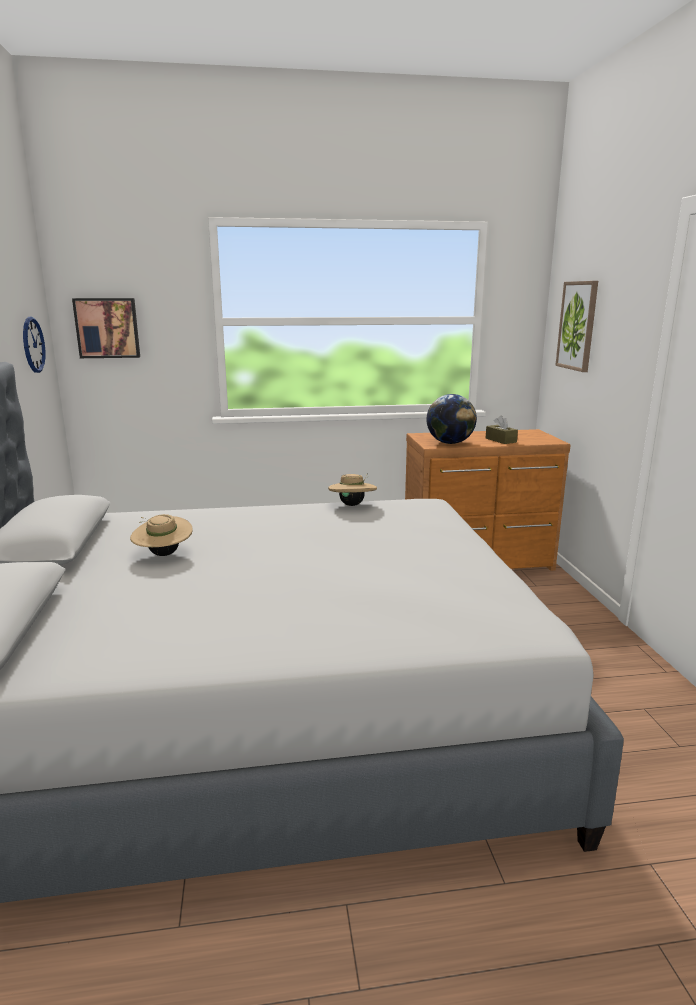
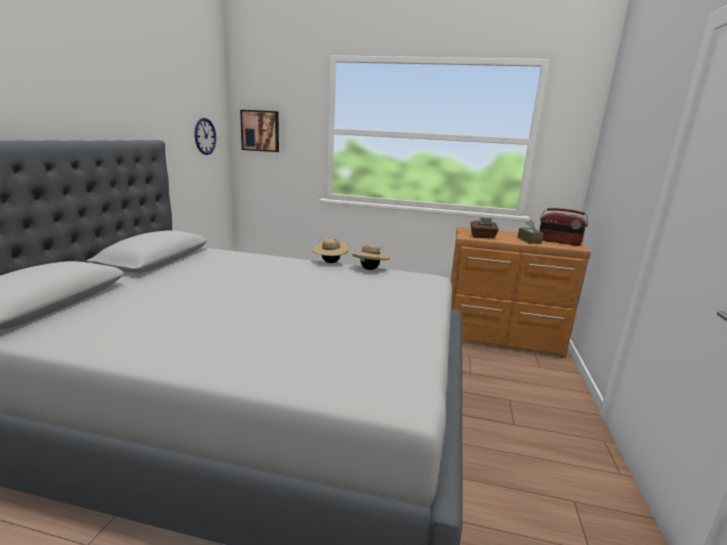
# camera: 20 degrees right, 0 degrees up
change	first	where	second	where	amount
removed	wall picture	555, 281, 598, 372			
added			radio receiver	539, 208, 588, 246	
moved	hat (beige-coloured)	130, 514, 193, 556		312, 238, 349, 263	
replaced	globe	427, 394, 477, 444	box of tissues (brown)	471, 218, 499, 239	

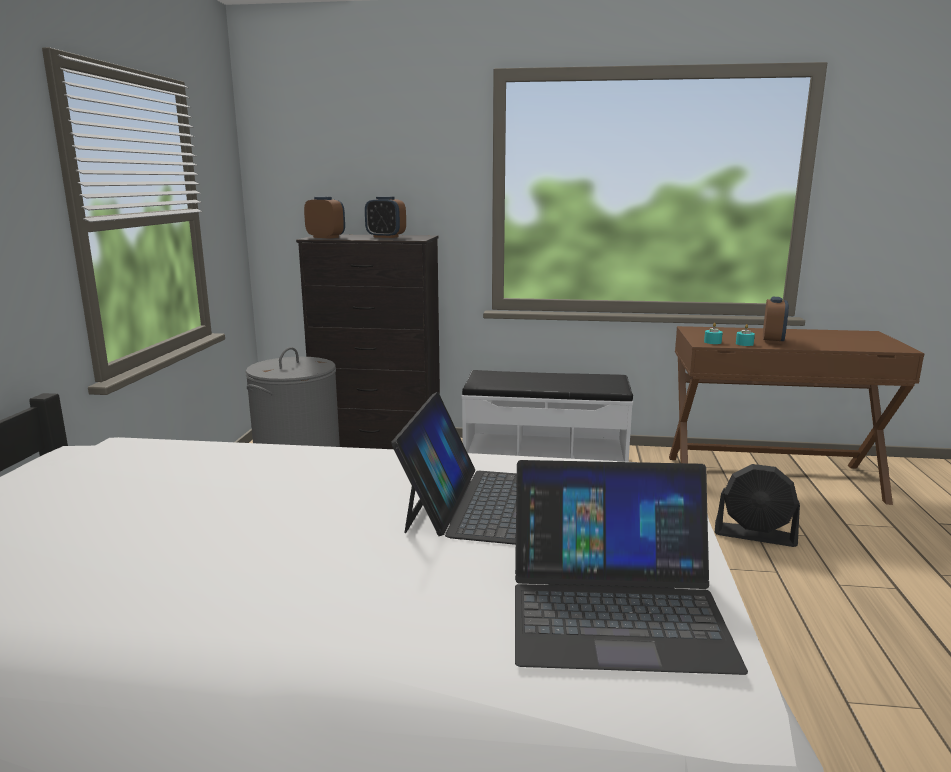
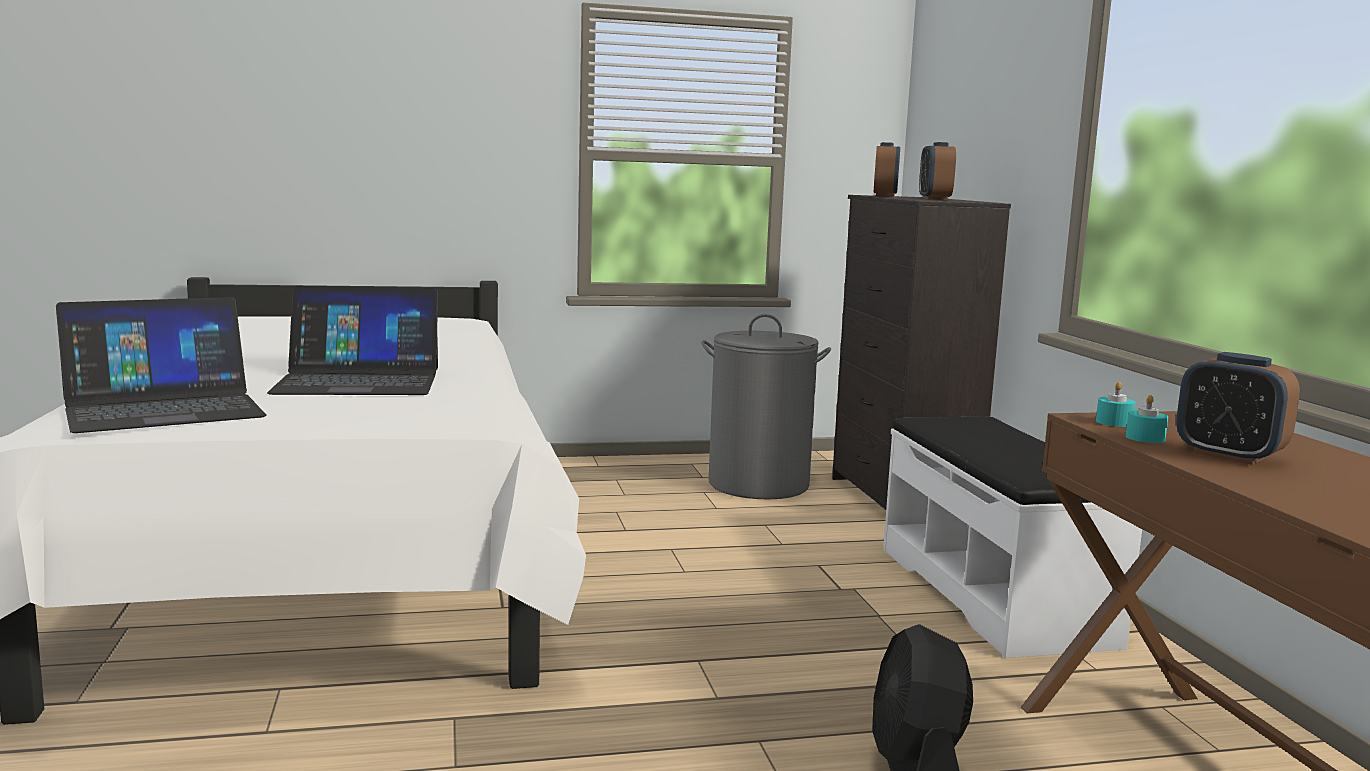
# camera: 70 degrees right, 5 degrees down
change	first	where	second	where	amount
turned	portable computer	515, 460, 748, 675		56, 297, 267, 433	105 degrees counterclockwise
turned	table clock	763, 297, 789, 344		1176, 352, 1300, 465	45 degrees clockwise

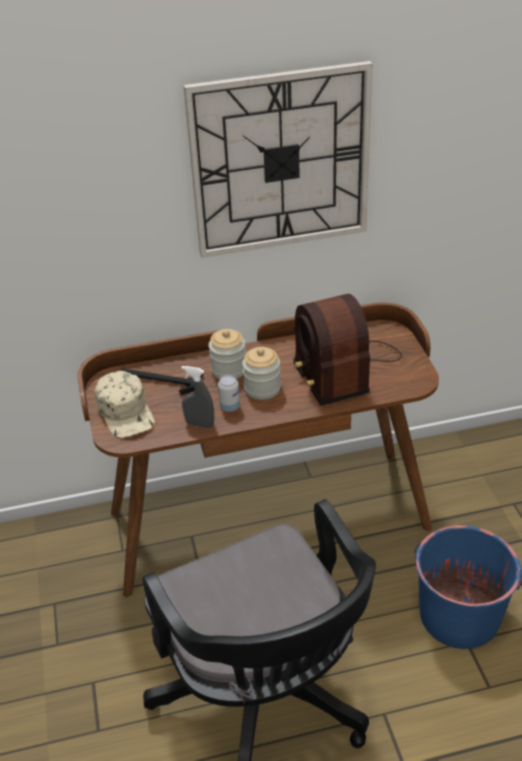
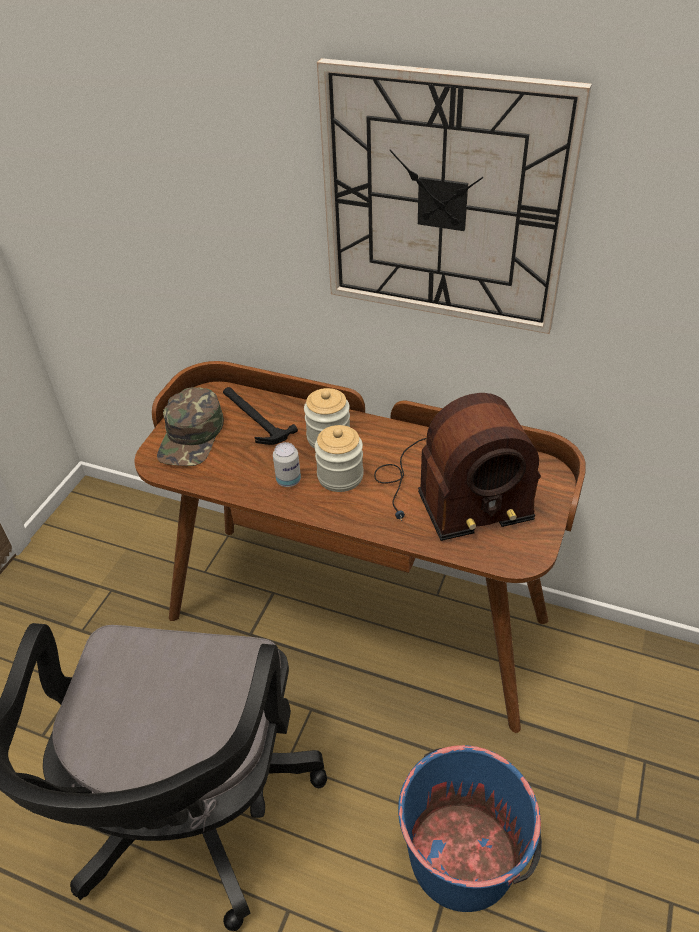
# camera: 35 degrees right, 5 degrees up
change	first	where	second	where	amount
removed	hand sprayer (gray)	181, 366, 214, 428			
recoloured	cap (beige-coloured)	94, 371, 155, 438	cap (greenish)	157, 387, 224, 466	
turned	radio receiver	293, 294, 402, 406		374, 393, 541, 541	120 degrees counterclockwise

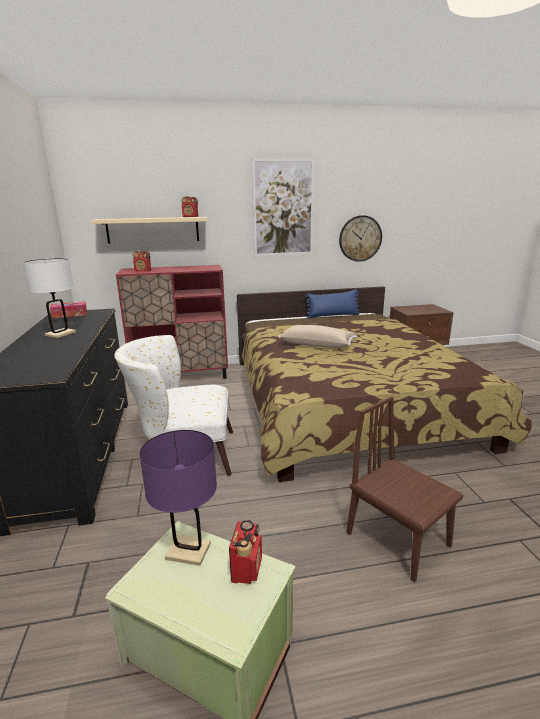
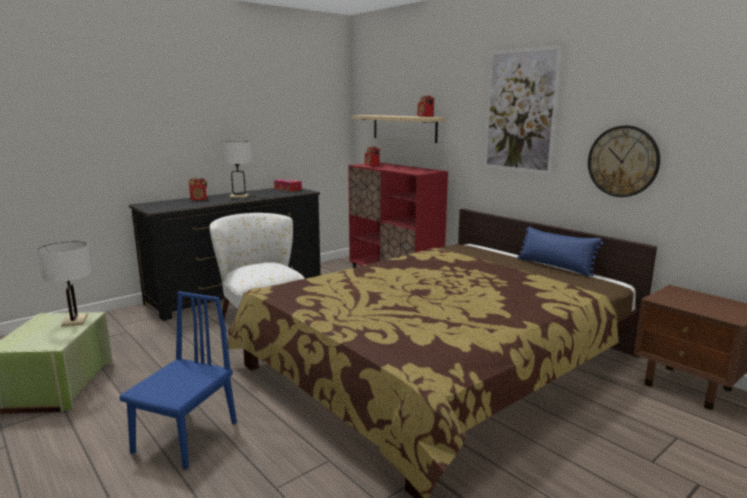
# camera: 60 degrees right, 5 degrees down
change	first	where	second	where	amount
removed	pillow (beige-coloured)	278, 325, 357, 348			
moved	radio receiver	229, 520, 262, 584		188, 178, 207, 201	
recoloured	tabletop lamp (purplish)	140, 430, 217, 566	tabletop lamp (whitish)	37, 241, 92, 327	
recoloured	upright chair (brown)	346, 396, 463, 582	upright chair (blue-coloured)	119, 291, 237, 470	

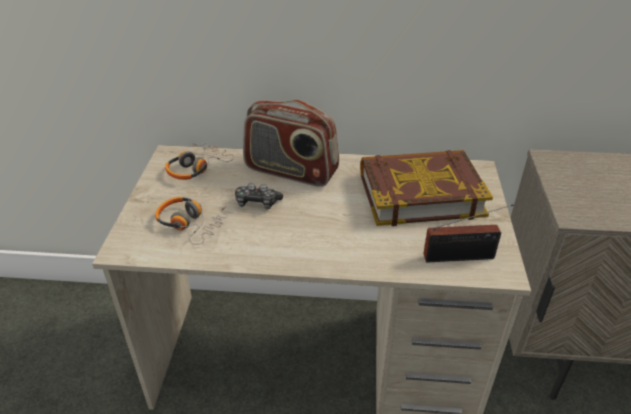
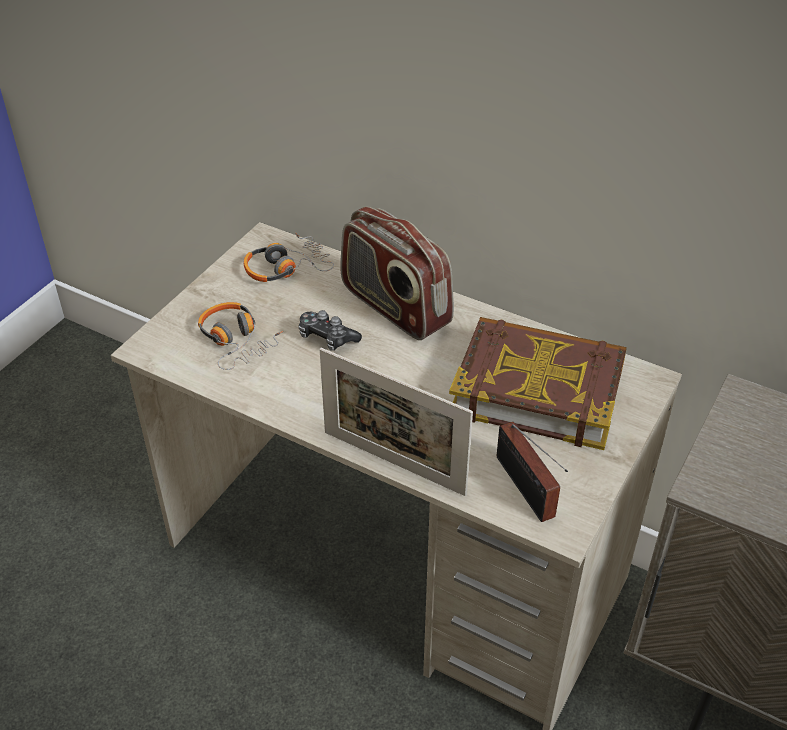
# camera: 25 degrees right, 5 degrees up
change	first	where	second	where	amount
added			photo frame	319, 348, 473, 496	
turned	radio receiver	423, 204, 514, 262		497, 422, 568, 522	45 degrees clockwise

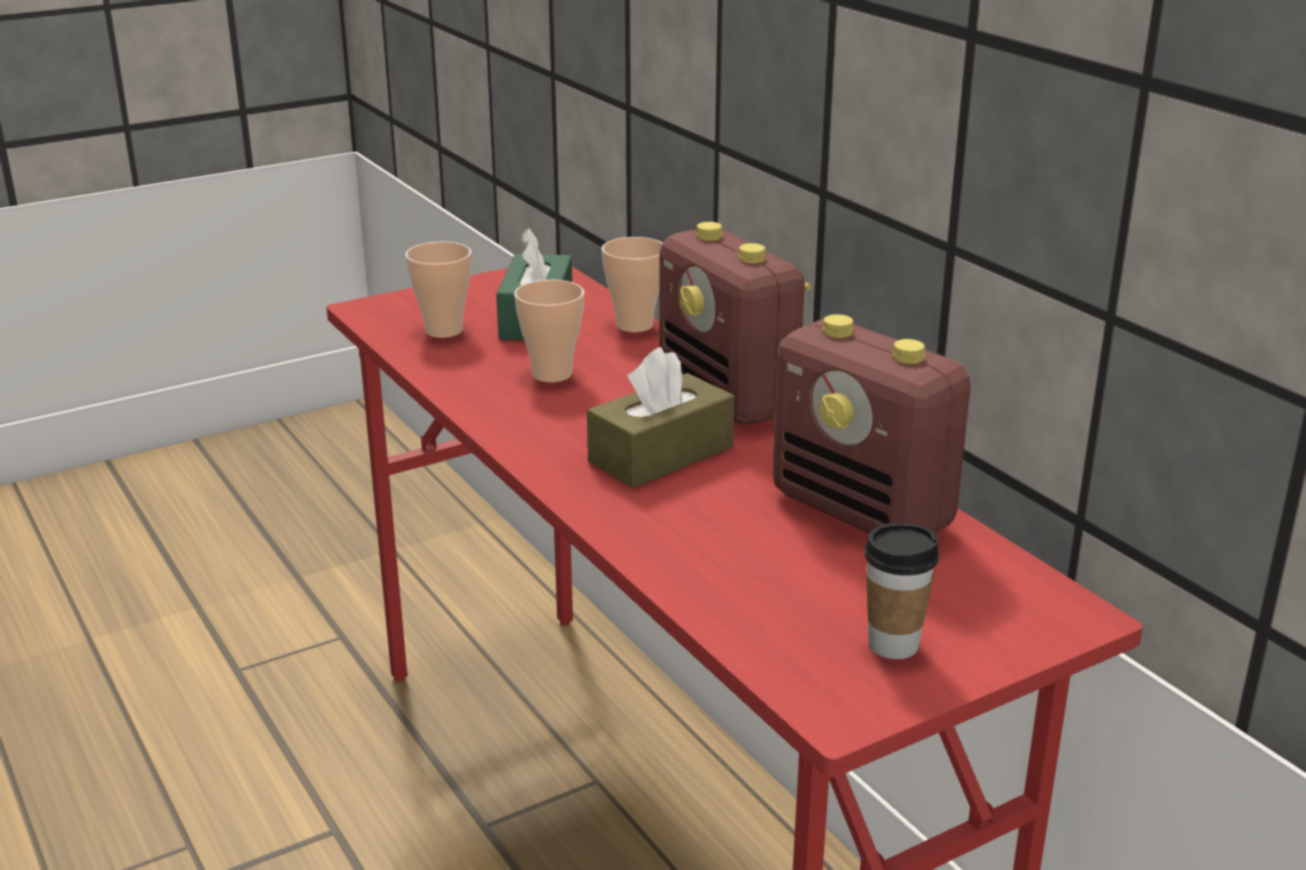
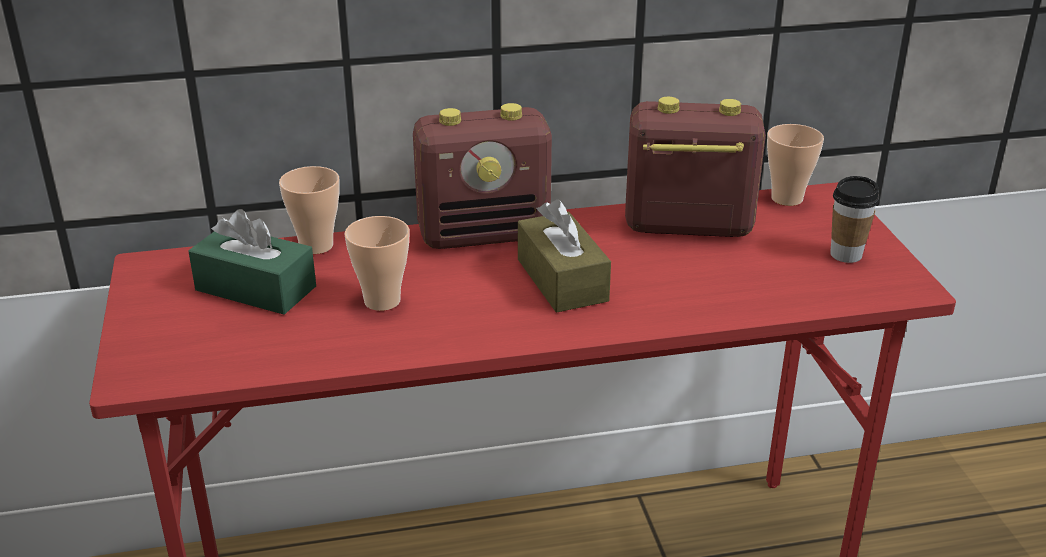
# camera: 70 degrees left, 5 degrees up
change	first	where	second	where	amount
moved	small cup	405, 242, 472, 338		767, 124, 824, 206	
turned	radio receiver	772, 314, 971, 534		625, 97, 766, 237	150 degrees counterclockwise

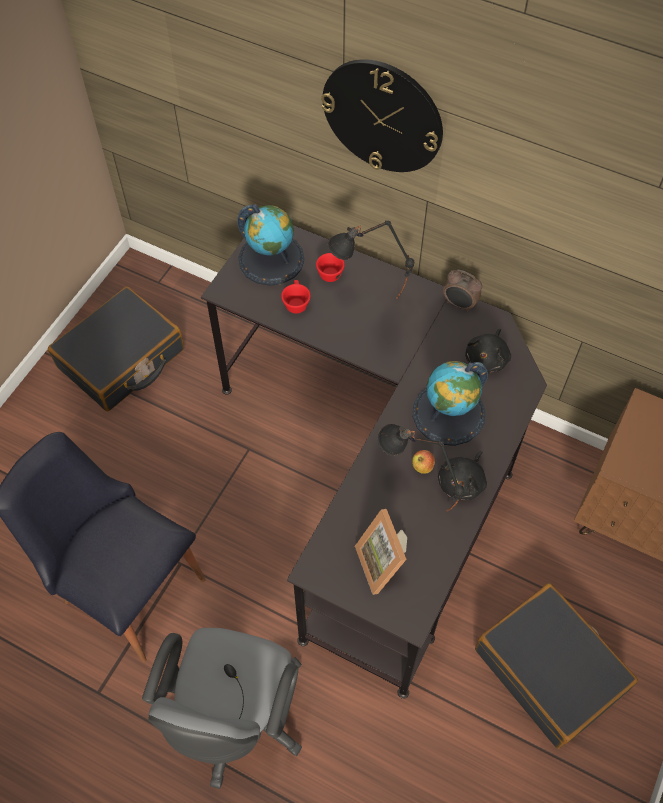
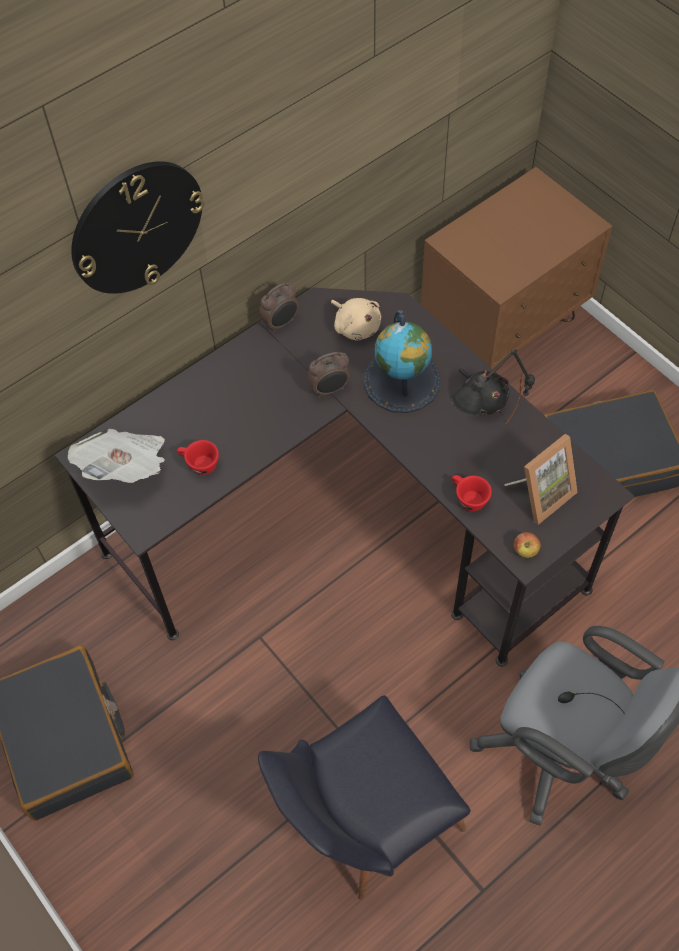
# camera: 65 degrees left, 0 degrees up
change	first	where	second	where	amount
removed	tabletop lamp (black-coloured)	328, 220, 414, 299			
added			table clock	307, 352, 350, 398	
moved	small cup (reddish)	316, 253, 345, 282		452, 475, 492, 511	
moved	apple fruit	412, 450, 435, 474		514, 532, 540, 558	
replaced	globe	237, 204, 305, 286	newspaper	68, 429, 165, 483	
recoloured	cuddly toy (black-coloured)	465, 329, 511, 373	cuddly toy (beige-coloured)	331, 298, 381, 341	
turned	photo frame	355, 509, 407, 595		504, 434, 578, 525	45 degrees counterclockwise

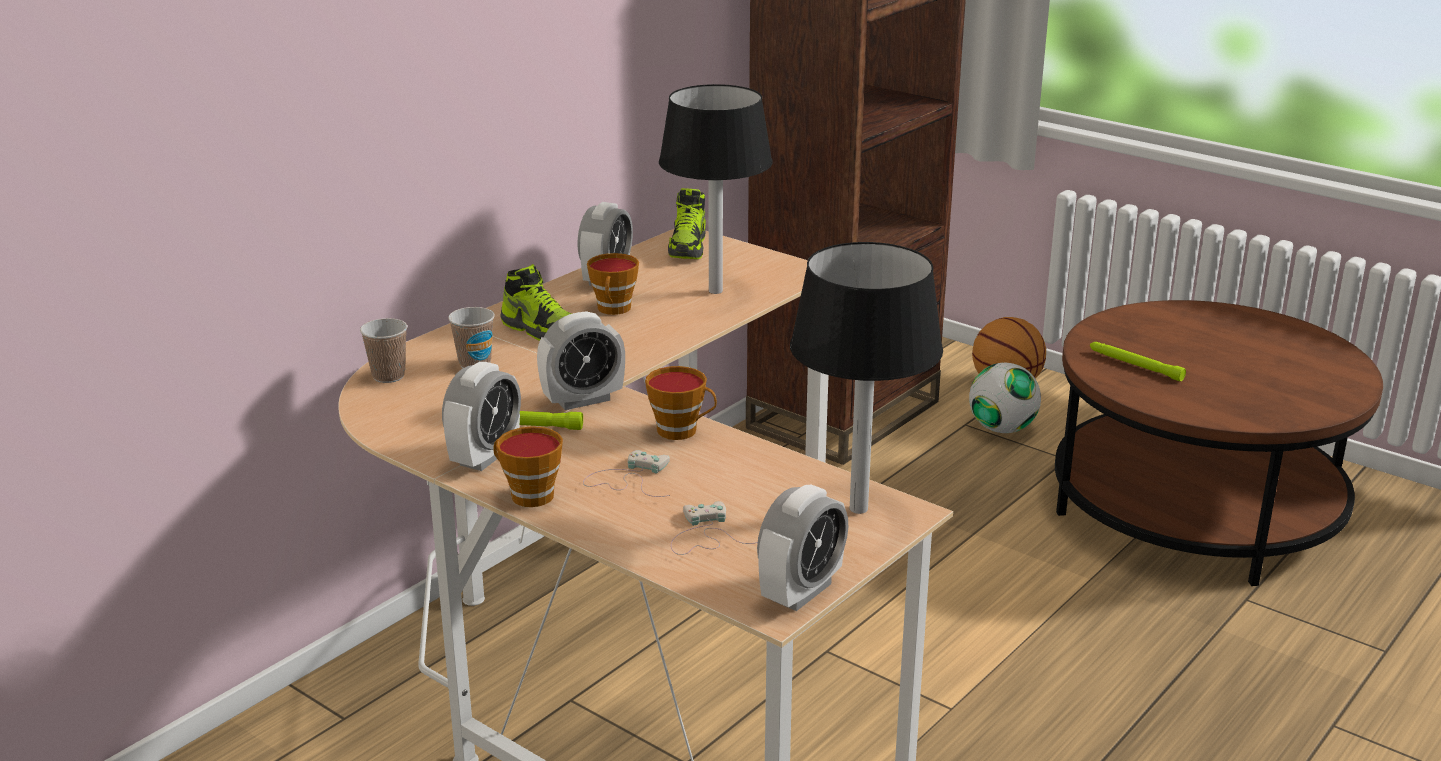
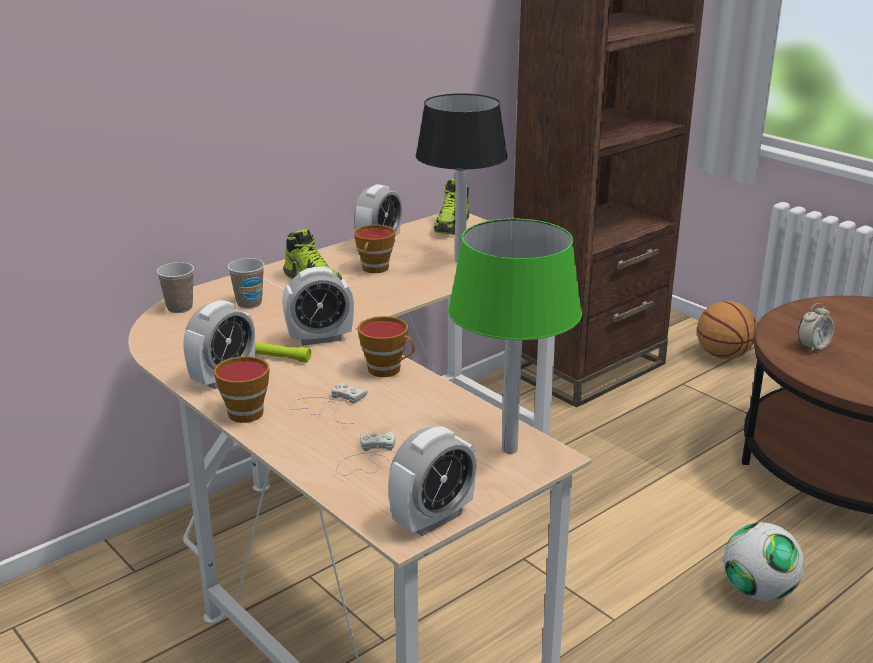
# camera: 10 degrees right, 0 degrees up
change	first	where	second	where	amount
moved	football	969, 363, 1041, 433		724, 522, 804, 601	
replaced	flashlight (greenish)	1090, 342, 1186, 381	table clock	798, 303, 834, 353	
recoloured	tabletop lamp (black-coloured)	790, 242, 943, 514	tabletop lamp (greenish)	448, 218, 582, 454	

